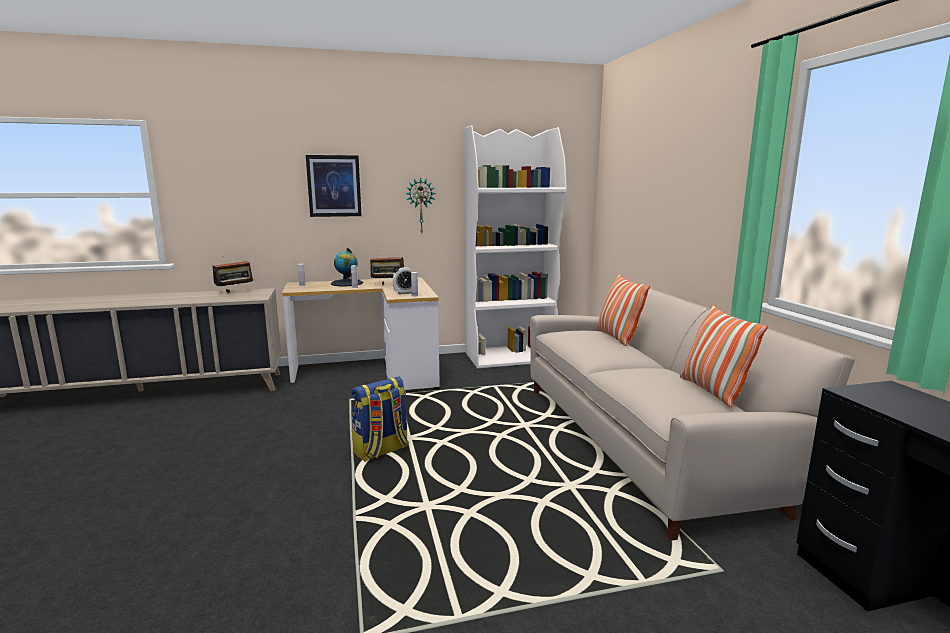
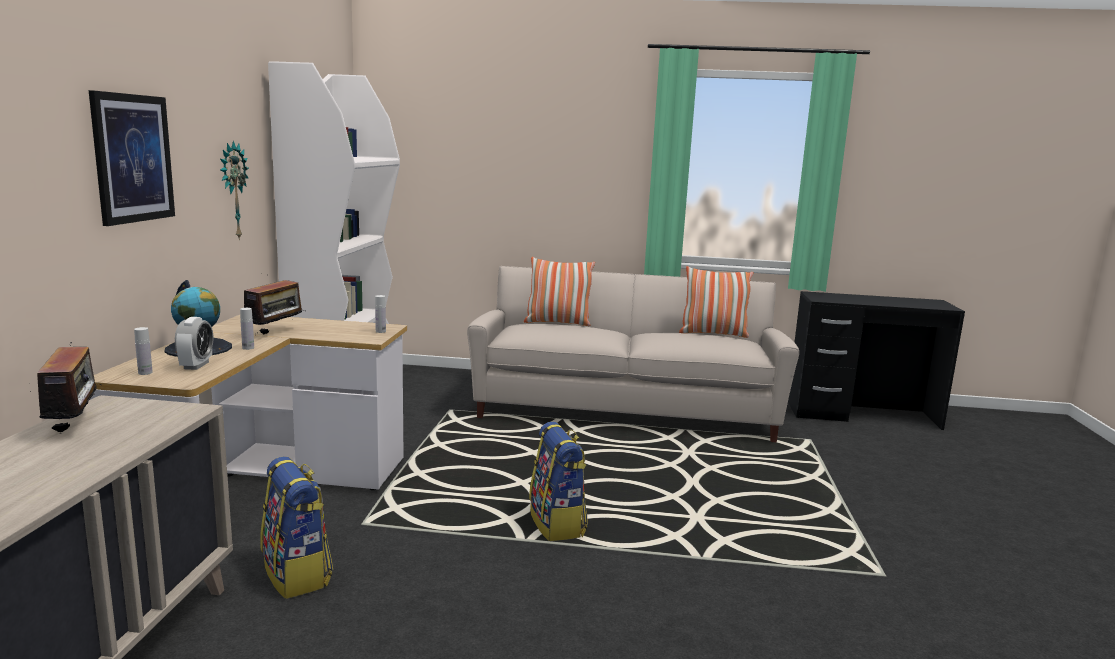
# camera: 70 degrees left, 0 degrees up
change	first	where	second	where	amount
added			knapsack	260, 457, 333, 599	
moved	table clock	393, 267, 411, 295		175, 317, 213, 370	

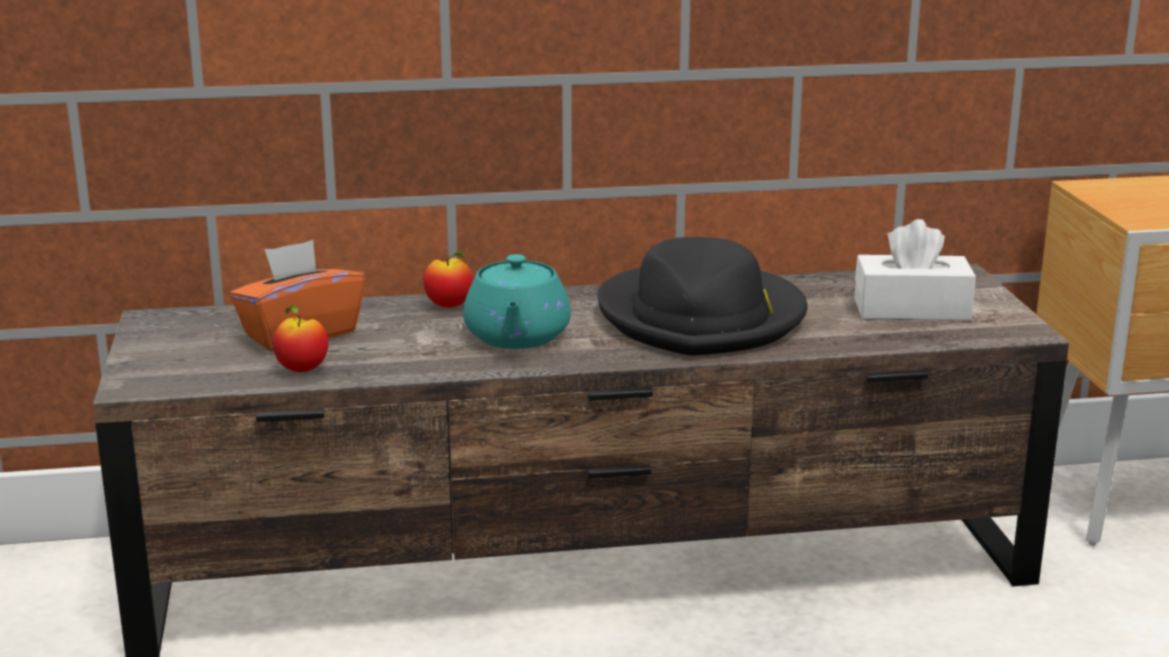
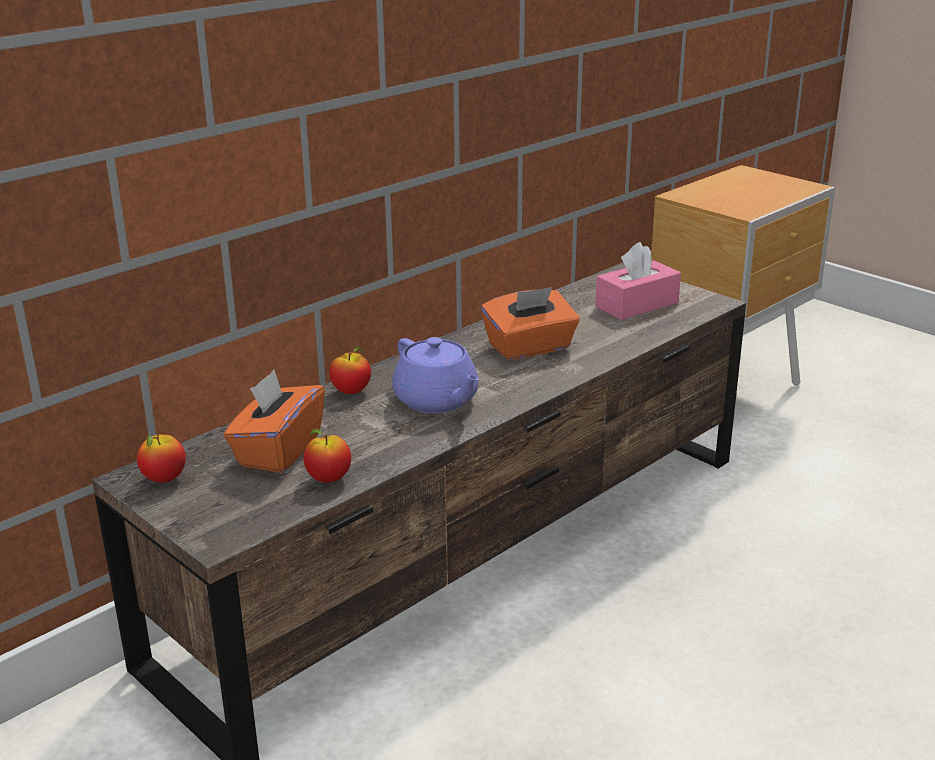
# camera: 35 degrees left, 5 degrees up
change	first	where	second	where	amount
added			apple fruit	137, 435, 186, 483	
replaced	hat (black-coloured)	597, 237, 808, 356	box of tissues (orange-coloured)	481, 287, 580, 360	
recoloured	teapot (turquoise)	463, 254, 571, 349	teapot (purplish)	392, 337, 479, 413	
recoloured	box of tissues (whitish)	854, 219, 976, 320	box of tissues (pinkish)	595, 242, 681, 320	

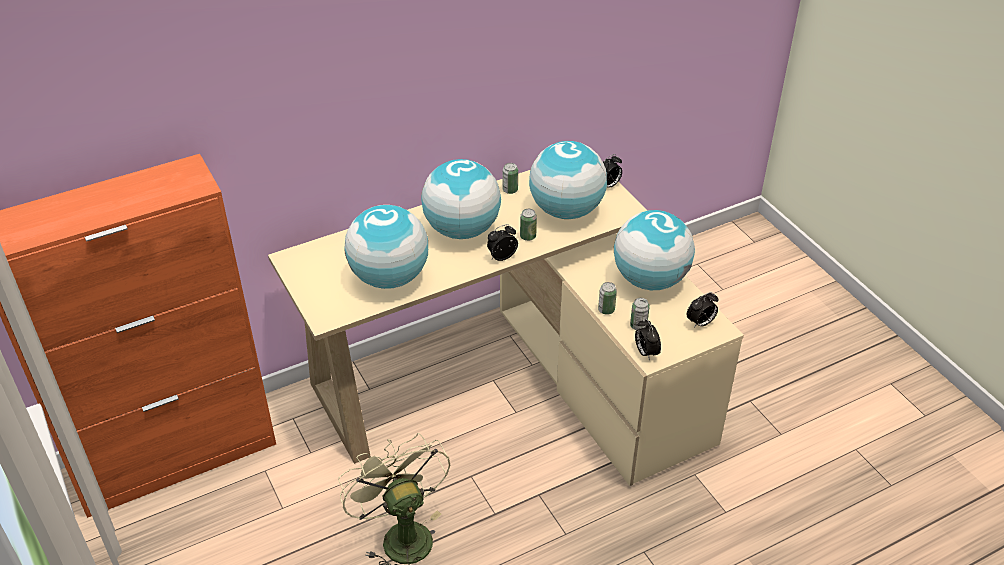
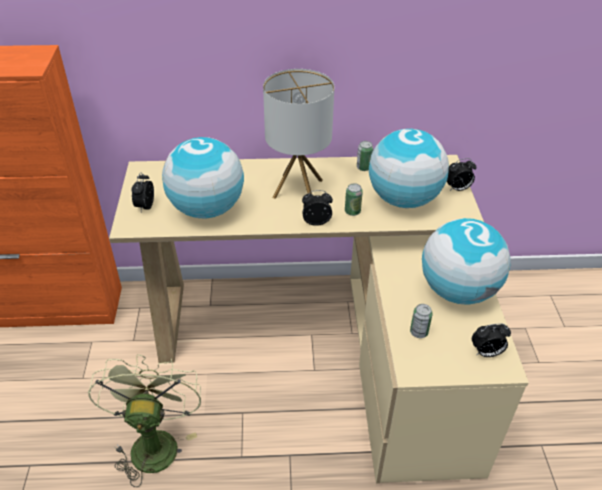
# camera: 25 degrees right, 0 degrees up
change	first	where	second	where	amount
removed	can	598, 282, 617, 315			
moved	table clock	635, 319, 661, 361		131, 172, 154, 212	
replaced	globe	421, 159, 501, 239	tabletop lamp	263, 69, 334, 198	

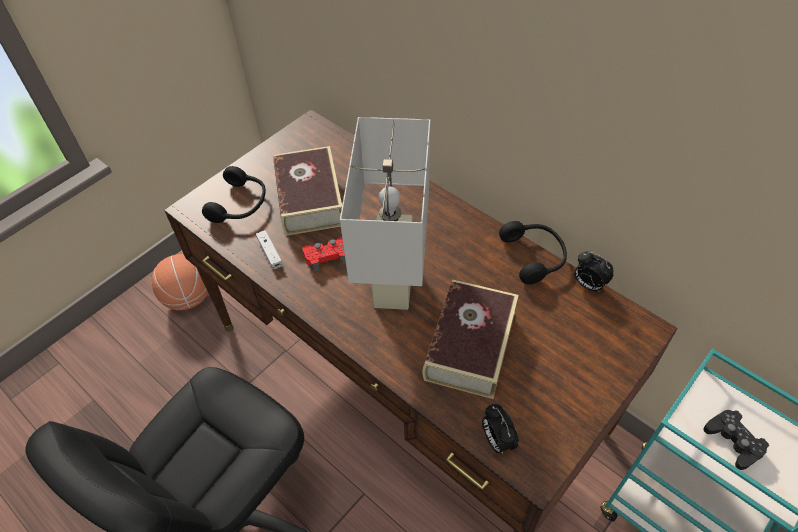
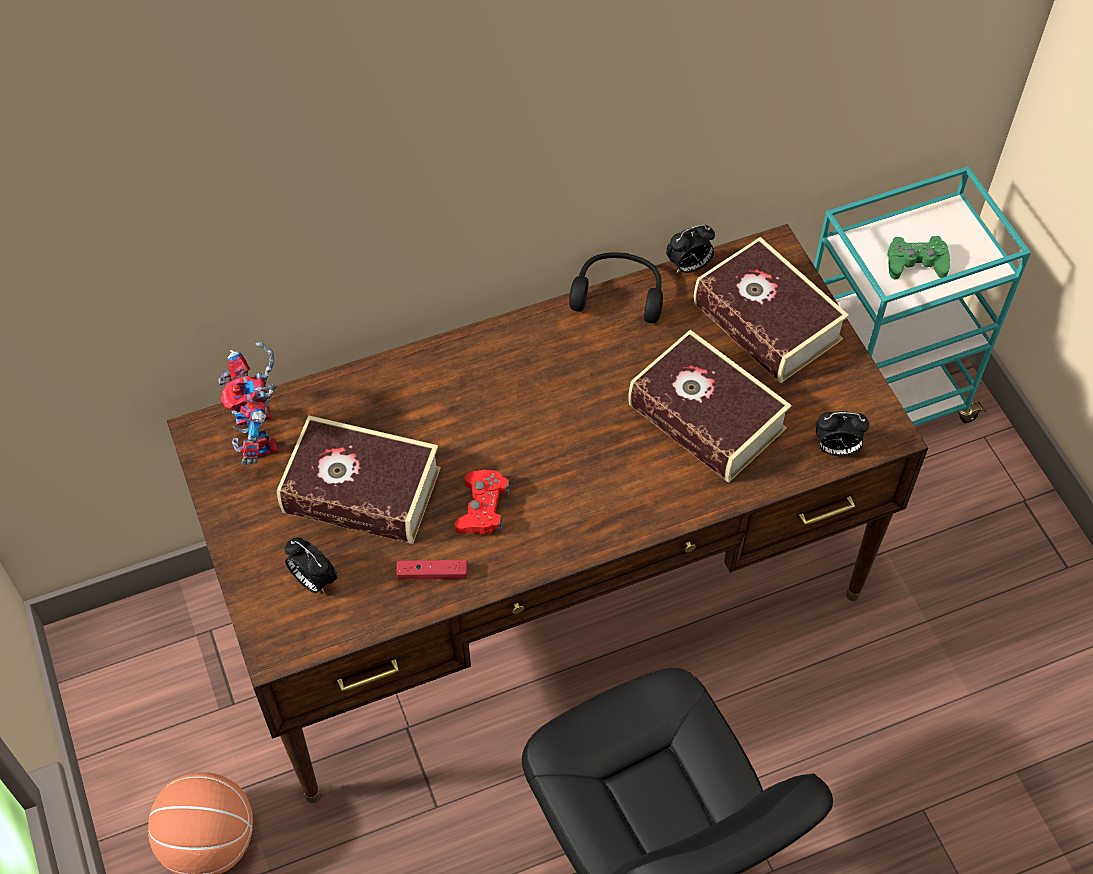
# camera: 65 degrees left, 5 degrees up
change	first	where	second	where	amount
removed	tabletop lamp (whitish)	340, 117, 431, 310			
added			robot figure	218, 341, 278, 465	
added			bound book	694, 237, 849, 383	
replaced	pair of headphones (black-coloured)	202, 166, 266, 223	table clock	284, 537, 338, 593	
recoloured	joypad (whitish)	256, 230, 283, 269	joypad (reddish)	397, 560, 468, 579	
recoloured	joypad (black-coloured)	704, 410, 769, 470	joypad (greenish)	887, 236, 950, 279	

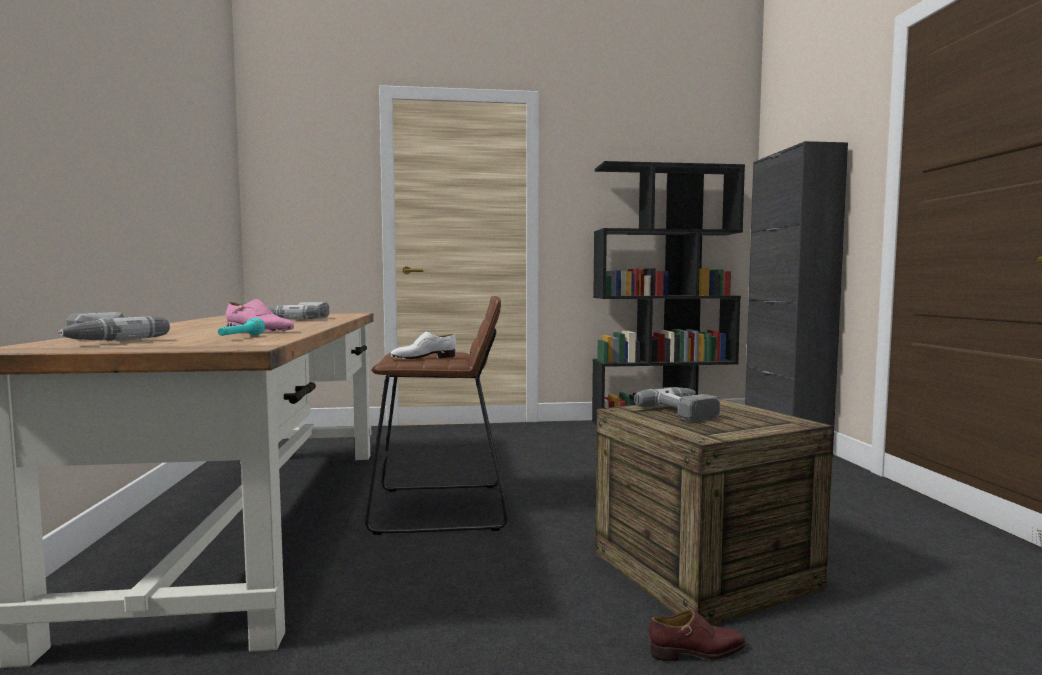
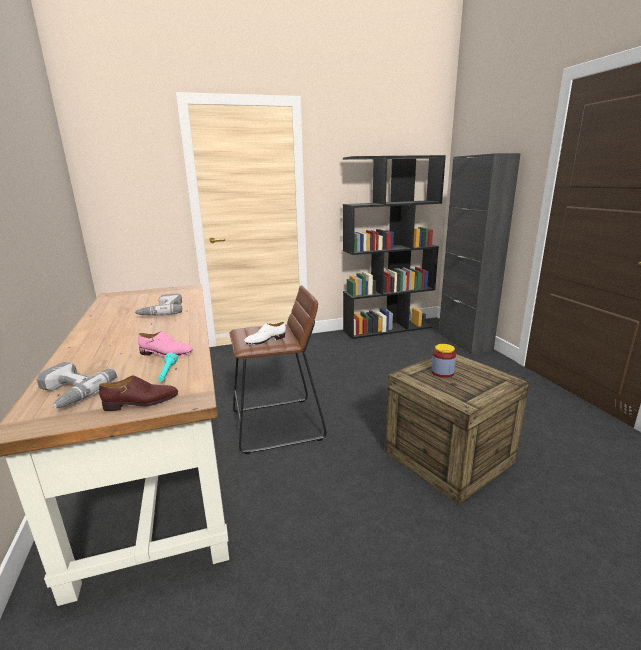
# camera: 10 degrees left, 15 degrees up
change	first	where	second	where	amount
moved	shoe (brown)	649, 609, 746, 662		99, 375, 178, 411	
replaced	electric drill	634, 387, 720, 422	storage jar	431, 344, 456, 378	

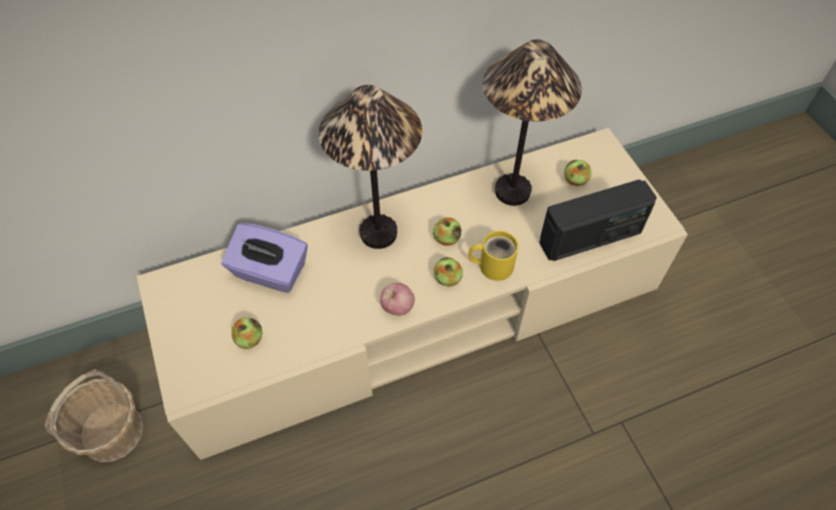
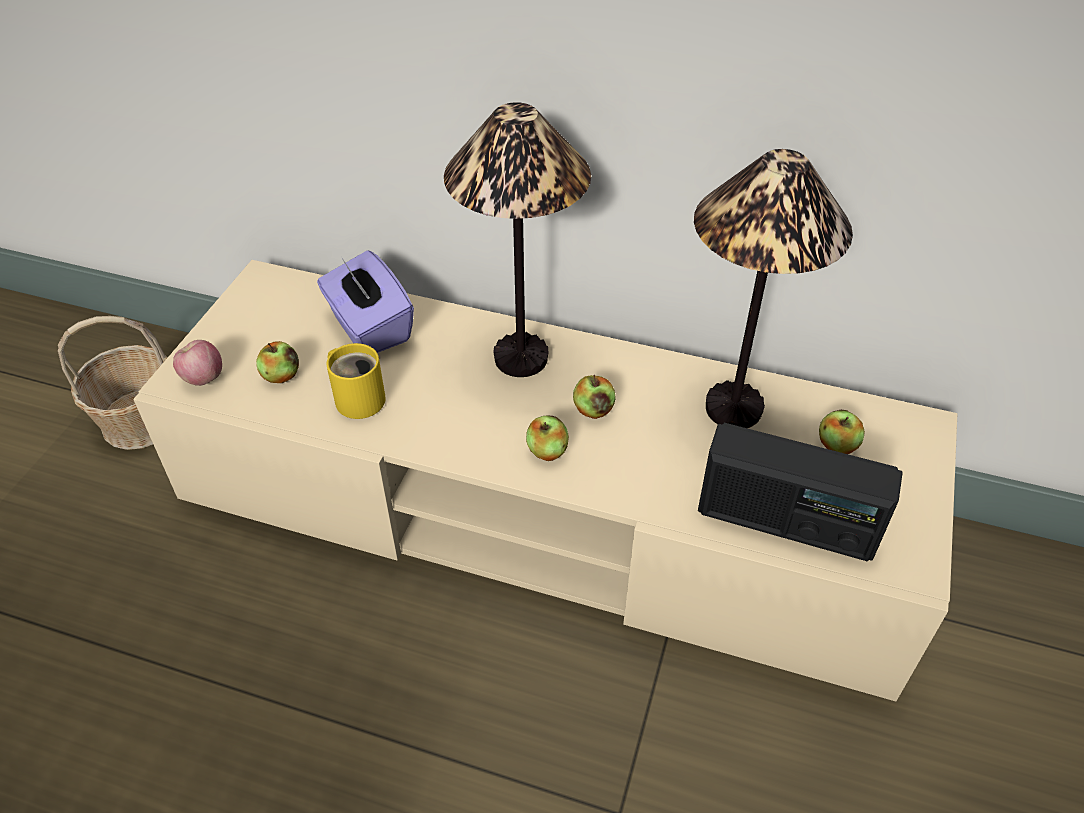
# camera: 40 degrees right, 10 degrees down
change	first	where	second	where	amount
moved	apple fruit	380, 283, 415, 316		173, 340, 222, 386	
moved	coffee mug (yellowish)	469, 231, 518, 281		327, 343, 386, 419	

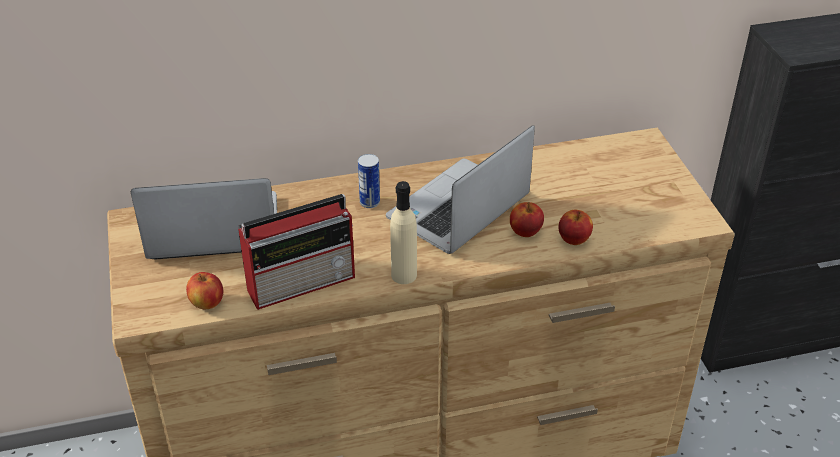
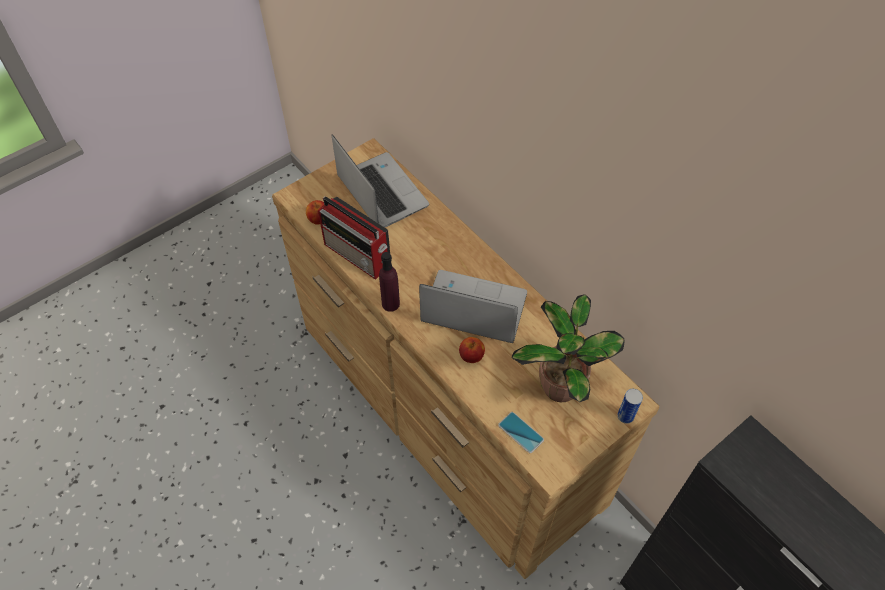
# camera: 65 degrees right, 15 degrees up
change	first	where	second	where	amount
removed	apple fruit	558, 210, 593, 245			
added			phone	498, 412, 544, 453	
added			potted plant	512, 294, 624, 402	
moved	can	358, 154, 380, 208		617, 389, 643, 424	
recoloured	drink bottle (beige-coloured)	390, 181, 417, 284	drink bottle (purplish)	379, 252, 400, 312	

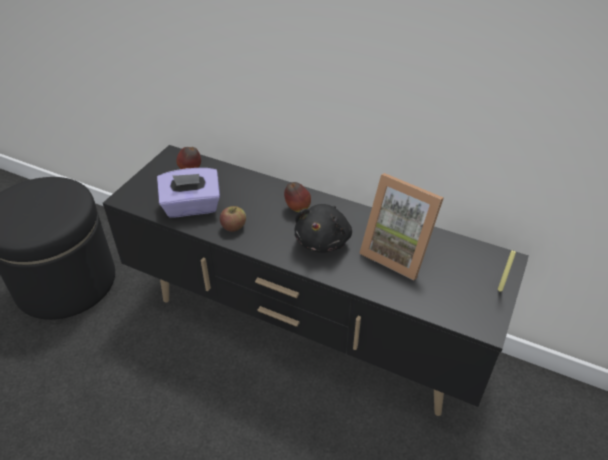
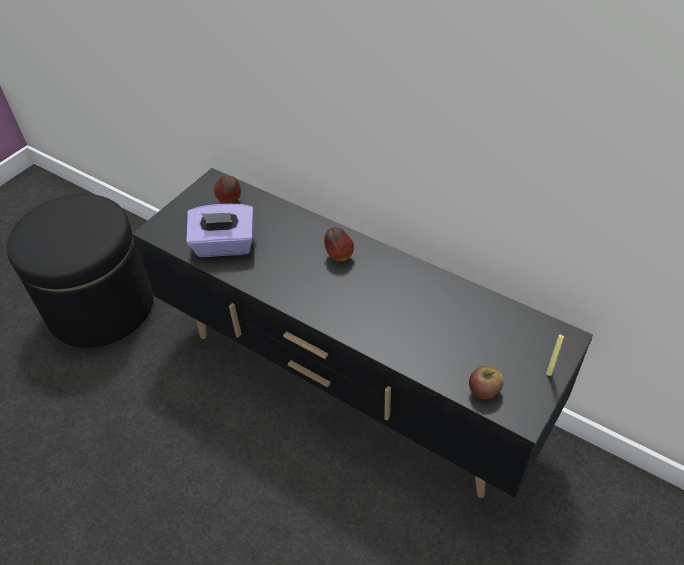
# camera: 10 degrees right, 5 degrees up
change	first	where	second	where	amount
removed	cuddly toy (black-coloured)	295, 204, 352, 253			
removed	photo frame	359, 173, 444, 281			
moved	apple fruit	220, 206, 246, 232		469, 366, 503, 400	

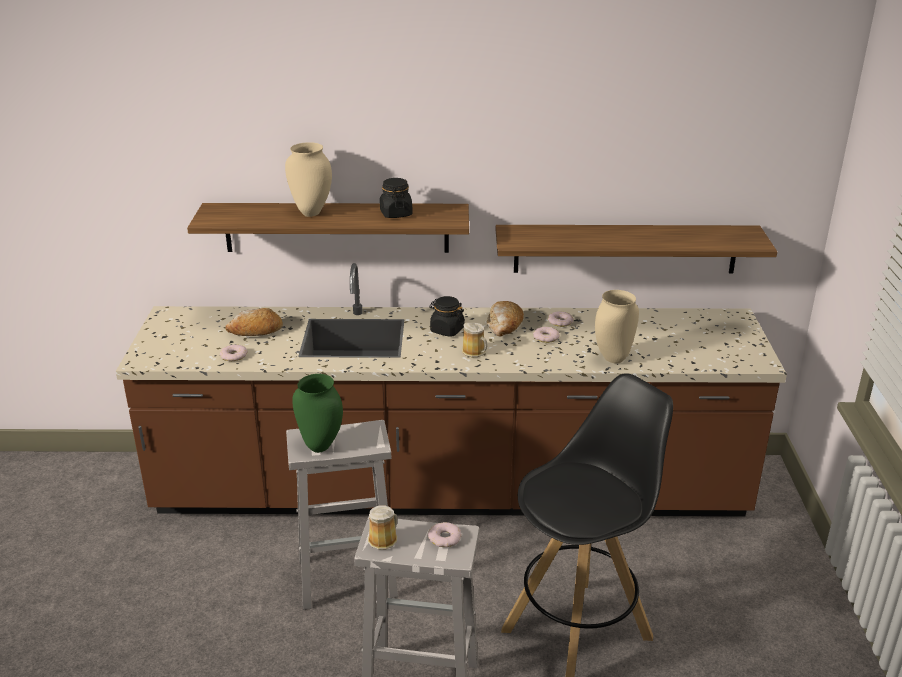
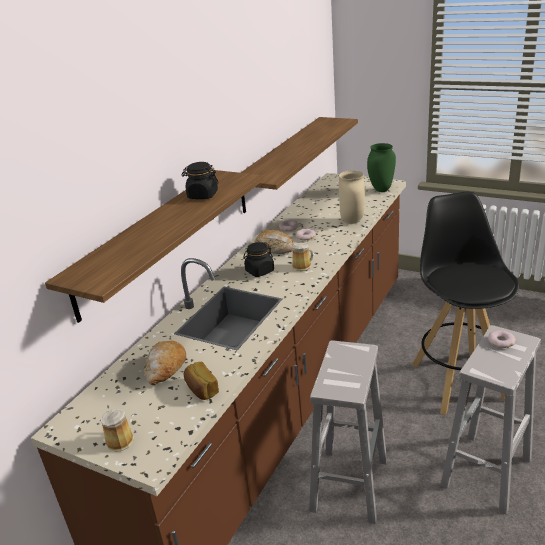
# camera: 60 degrees left, 0 degrees up
change	first	where	second	where	amount
removed	decorative vase (beige-coloured)	285, 142, 332, 217			
moved	decorative vase (greenish)	292, 374, 343, 453		367, 143, 396, 192	
moved	coffee mug	368, 505, 398, 550		101, 409, 134, 452	
replaced	ring doughnut	220, 345, 248, 361	bakery bread	184, 362, 219, 400	

